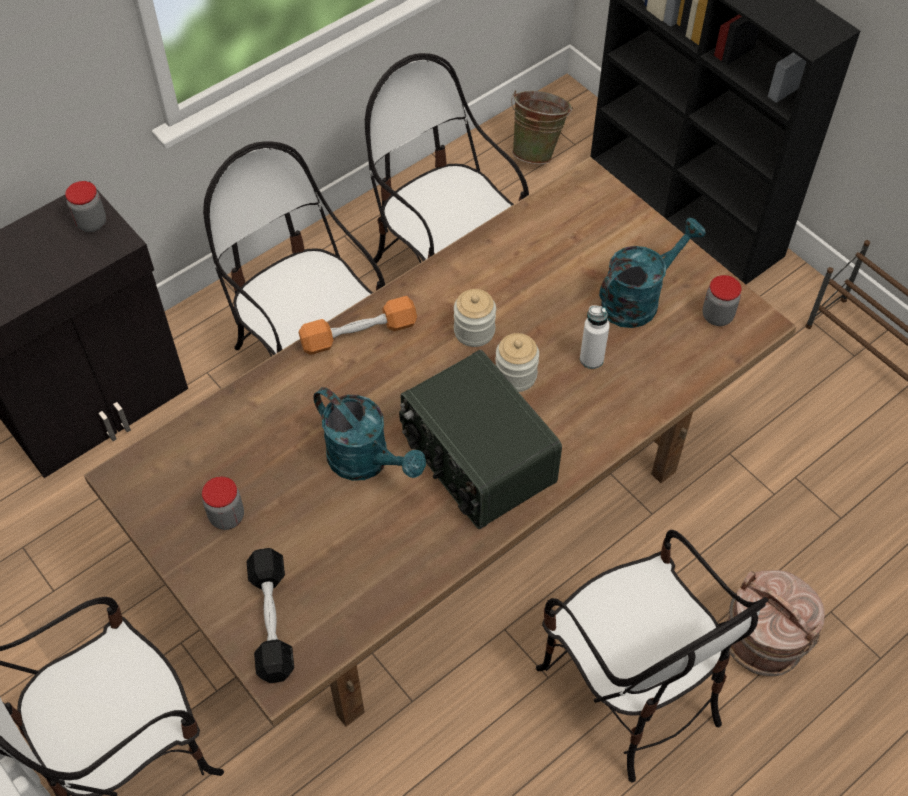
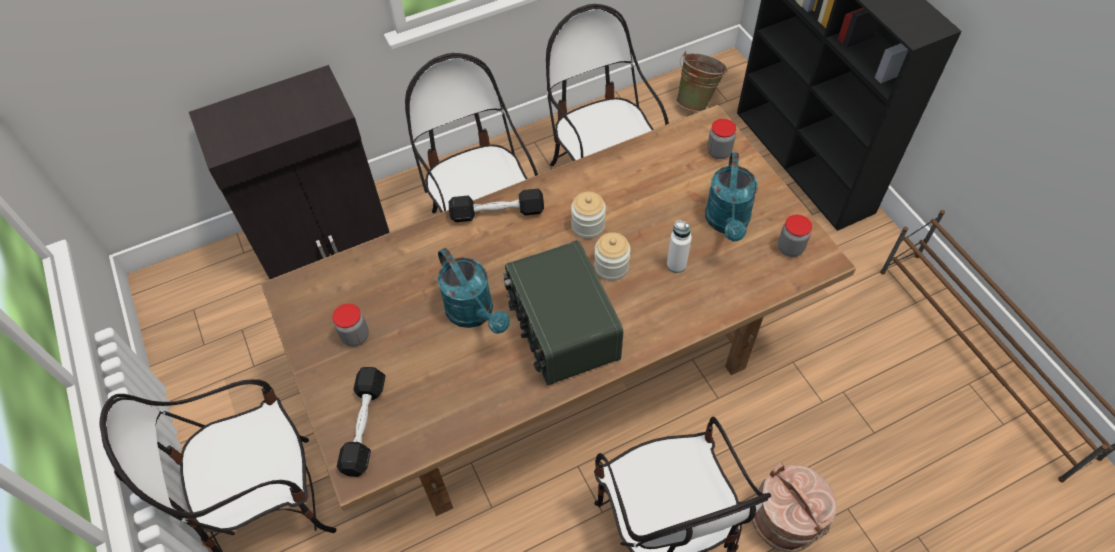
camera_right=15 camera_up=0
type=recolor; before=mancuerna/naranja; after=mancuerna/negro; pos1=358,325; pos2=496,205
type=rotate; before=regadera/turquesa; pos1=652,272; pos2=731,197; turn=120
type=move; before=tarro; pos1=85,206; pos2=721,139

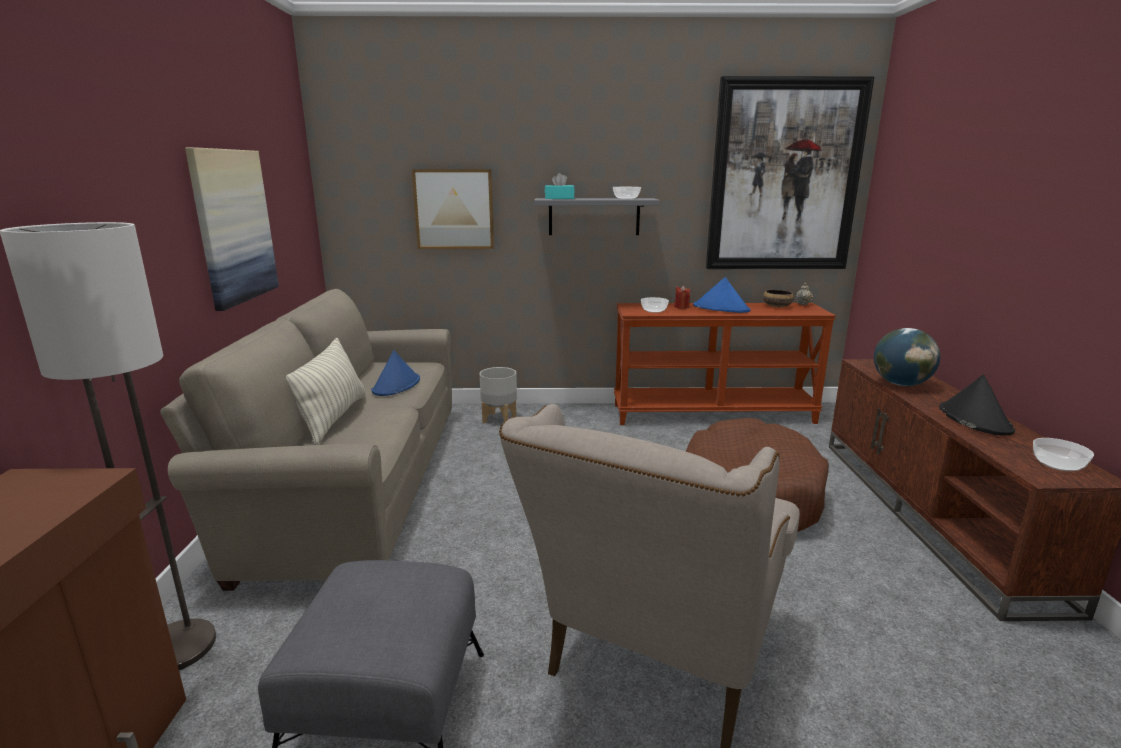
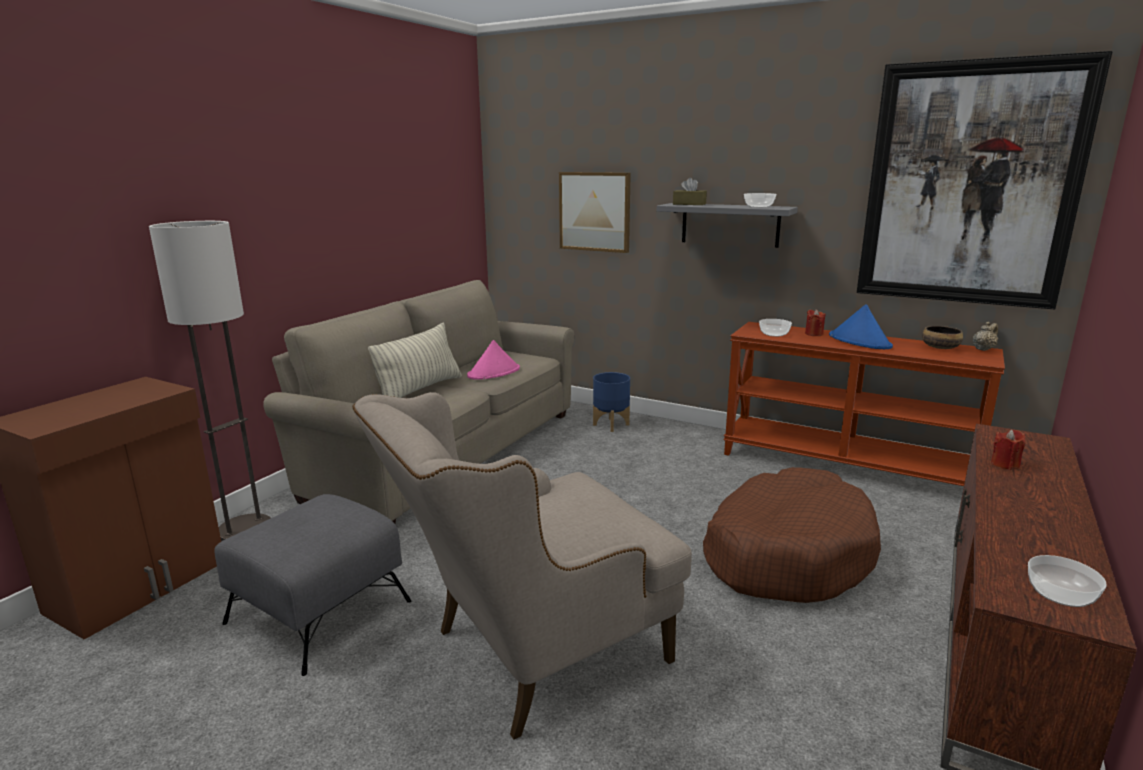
camera_right=30 camera_up=0
type=recolor; before=sombrero/azul; after=sombrero/rosa; pos1=395,373; pos2=493,360
type=recolor; before=maceta/gris; after=maceta/azul; pos1=498,395; pos2=611,402
type=recolor; before=caja de pañuelos/turquesa; after=caja de pañuelos/marrón; pos1=559,186; pos2=690,191
type=replace; before=globo terráqueo; after=vela/rojo; pos1=907,357; pos2=1008,449
type=delete; before=cuadro; pos1=232,229
type=delete; before=sombrero/negro; pos1=977,405

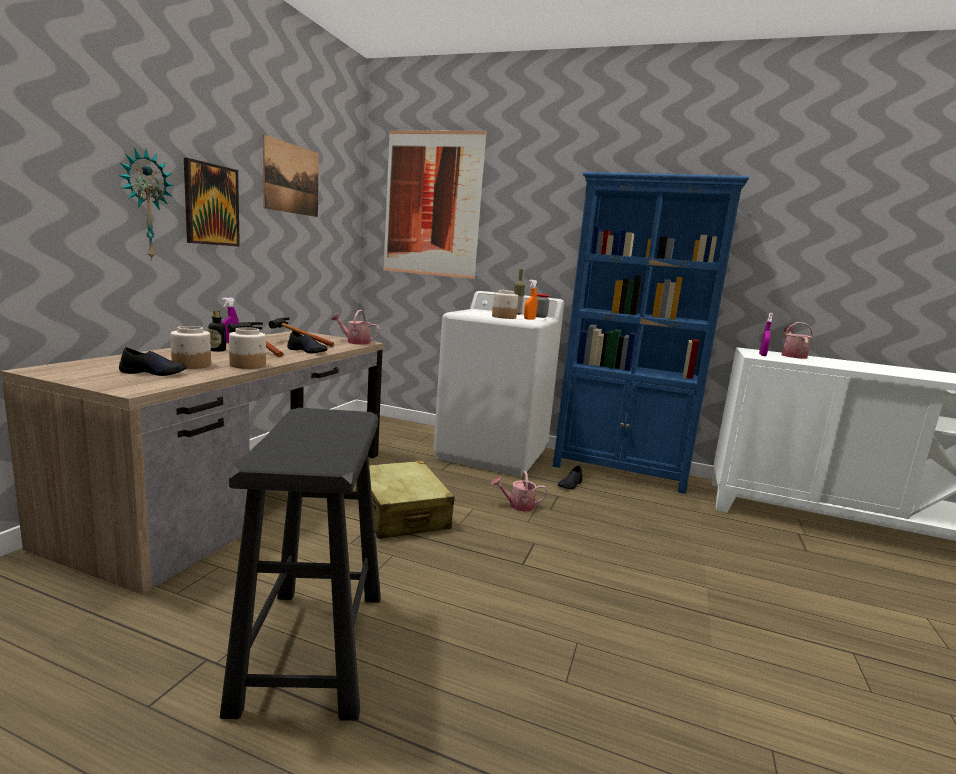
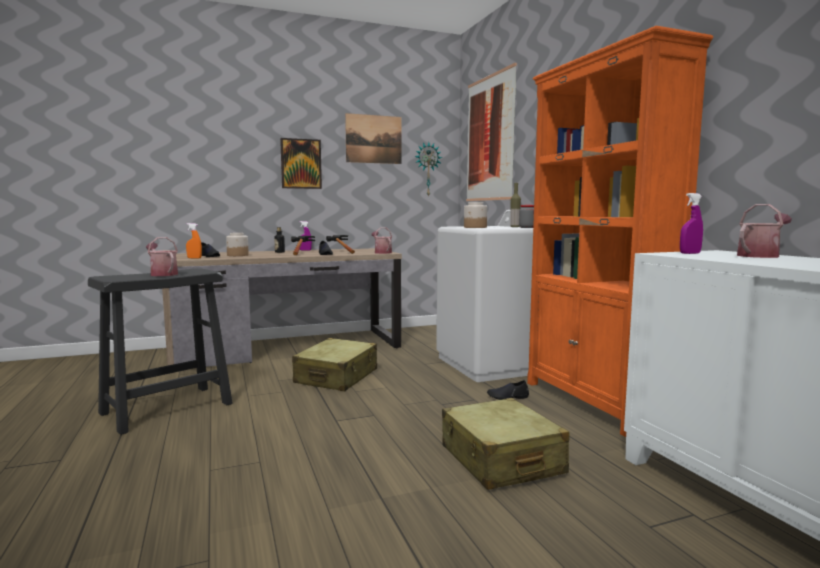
camera_right=50 camera_up=-5
type=move; before=regadera; pos1=519,491; pos2=162,256
type=move; before=pulverizador/naranja; pos1=530,300; pos2=194,240
type=move; before=reloj de pared; pos1=146,204; pos2=428,169
type=insert; after=maleta/beis; pos2=506,444
type=recolor; before=estantería/azul; after=estantería/naranja; pos1=651,333; pos2=620,231
type=delete; before=tarro; pos1=247,348

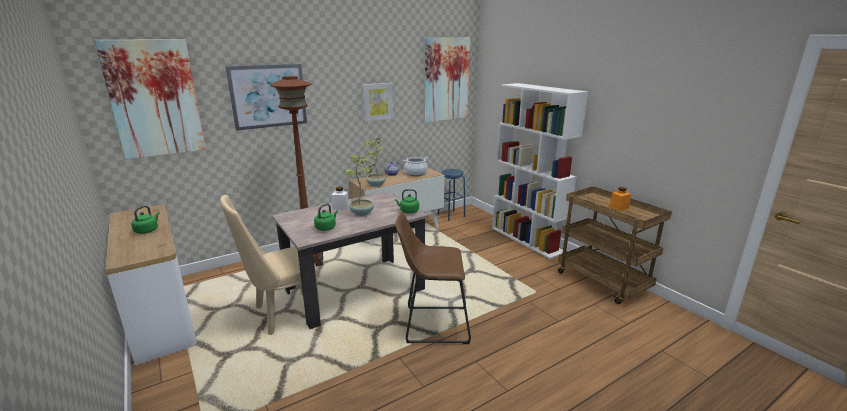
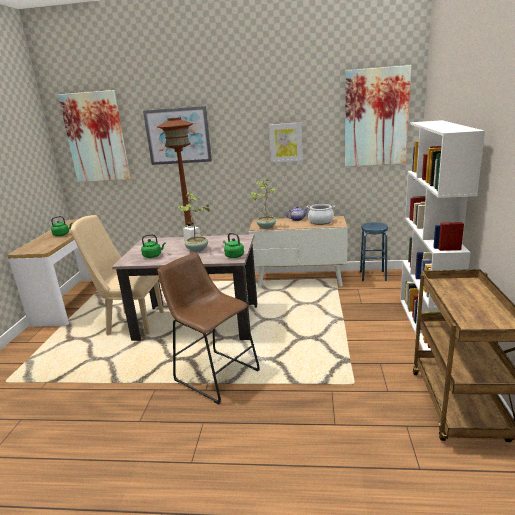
camera_right=40 camera_up=0
type=delete; before=tarro/naranja; pos1=620,199

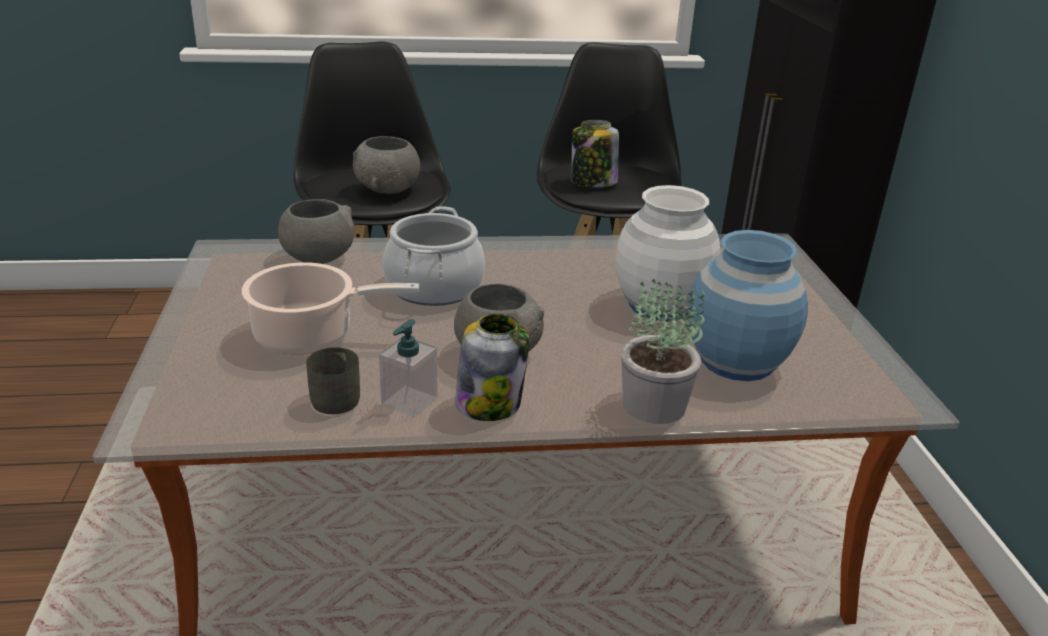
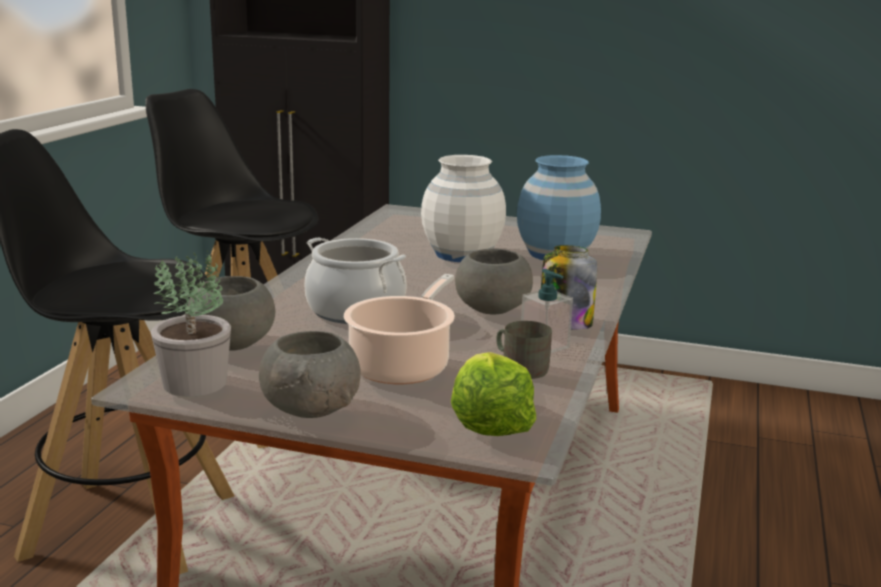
camera_right=-65 camera_up=-10
type=move; before=planta en maceta; pos1=663,351; pos2=191,324
type=move; before=cuenco/gris; pos1=386,165; pos2=310,374
type=insert; after=lechuga; pos2=493,394
type=delete; before=tarro; pos1=595,153

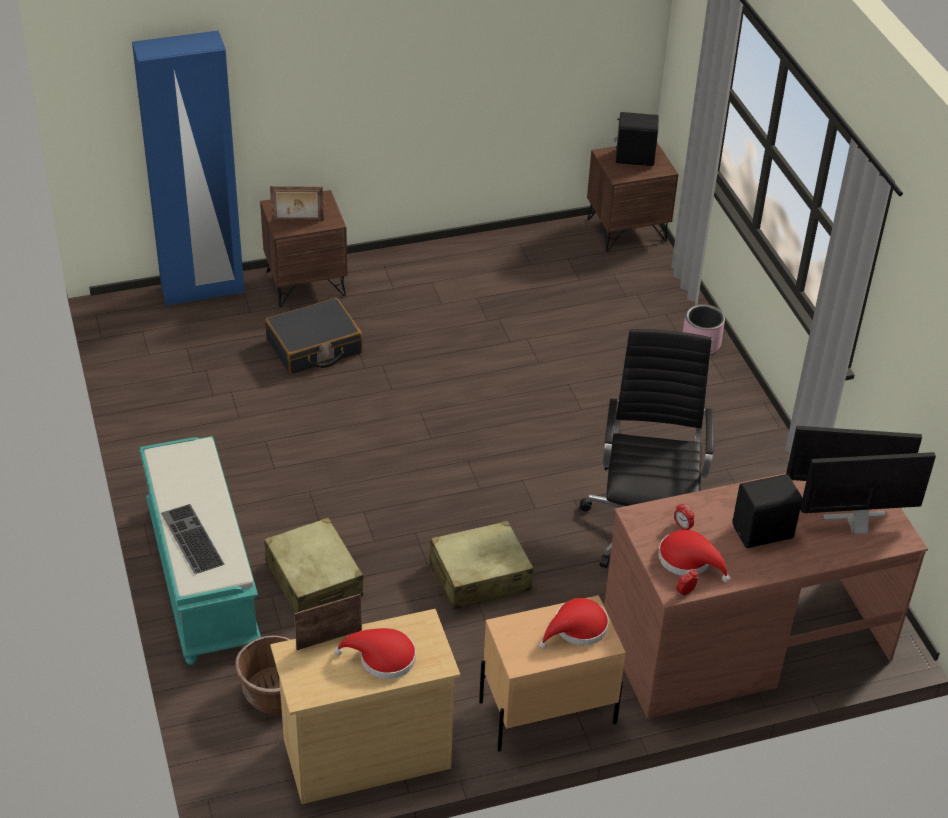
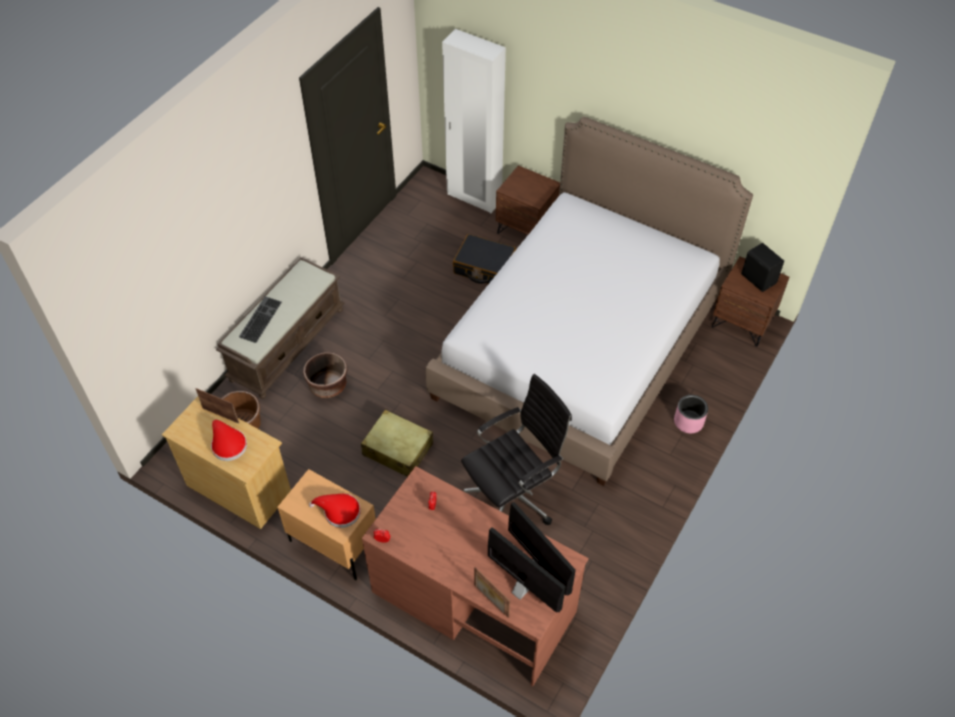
camera_right=50 camera_up=10
type=recolor; before=banco/turquesa; after=banco/marrón; pos1=200,550; pos2=280,328
type=replace; before=maleta/beis; after=maceta/marrón; pos1=313,565; pos2=325,375
type=insert; after=cama; pos2=589,301
type=recolor; before=armario ropero/azul; after=armario ropero/blanco; pos1=188,168; pos2=474,121
type=move; before=portarretratos; pos1=297,203; pos2=492,592
type=delete; before=sombrero/rojo; pos1=694,556
type=delete; before=altavoz/negro; pos1=767,511

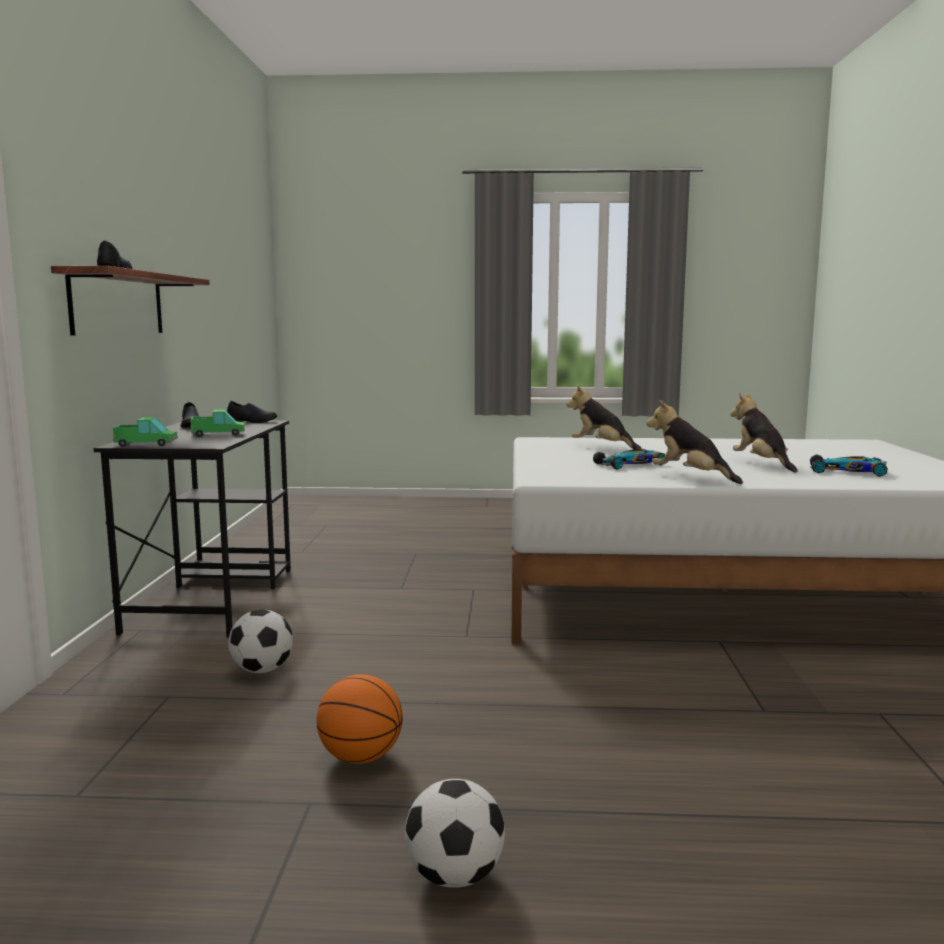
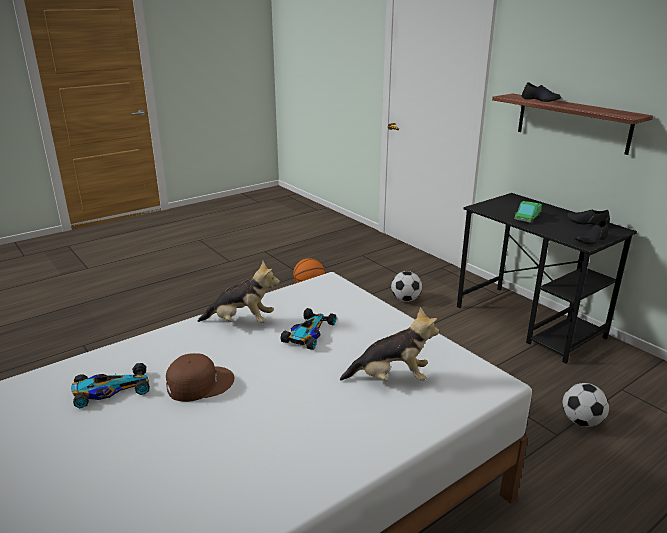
camera_right=140 camera_up=15
type=replace; before=peluche; after=gorra/marrón; pos1=763,432; pos2=200,377
type=move; before=balón de fútbol; pos1=455,833; pos2=585,405
type=delete; before=camión de juguete; pos1=145,432

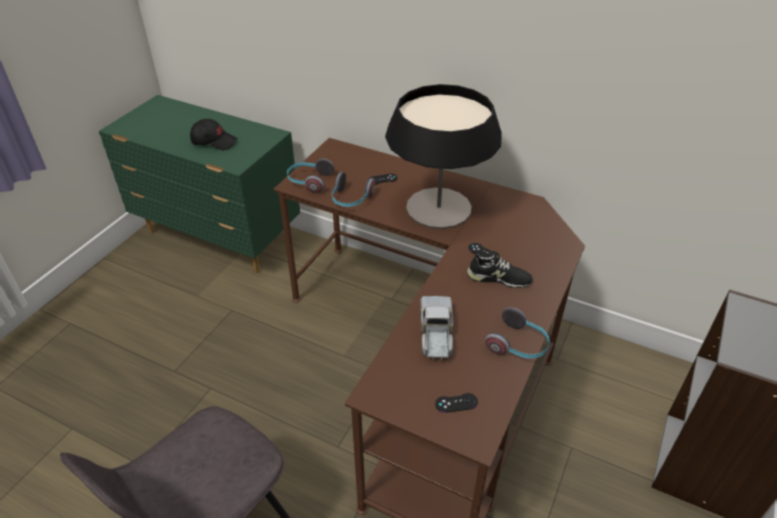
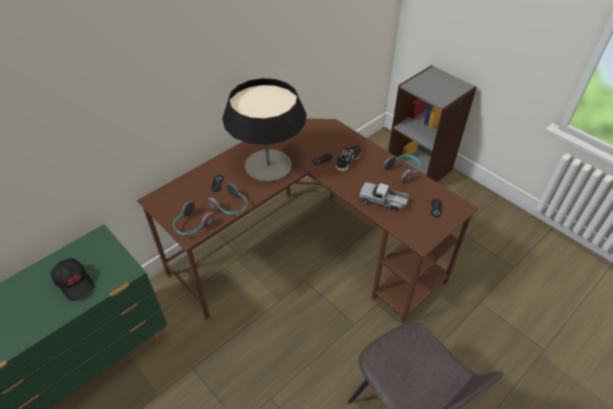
camera_right=-70 camera_up=5
type=rotate; before=gorra/negro; pos1=213,134; pos2=72,279; turn=105

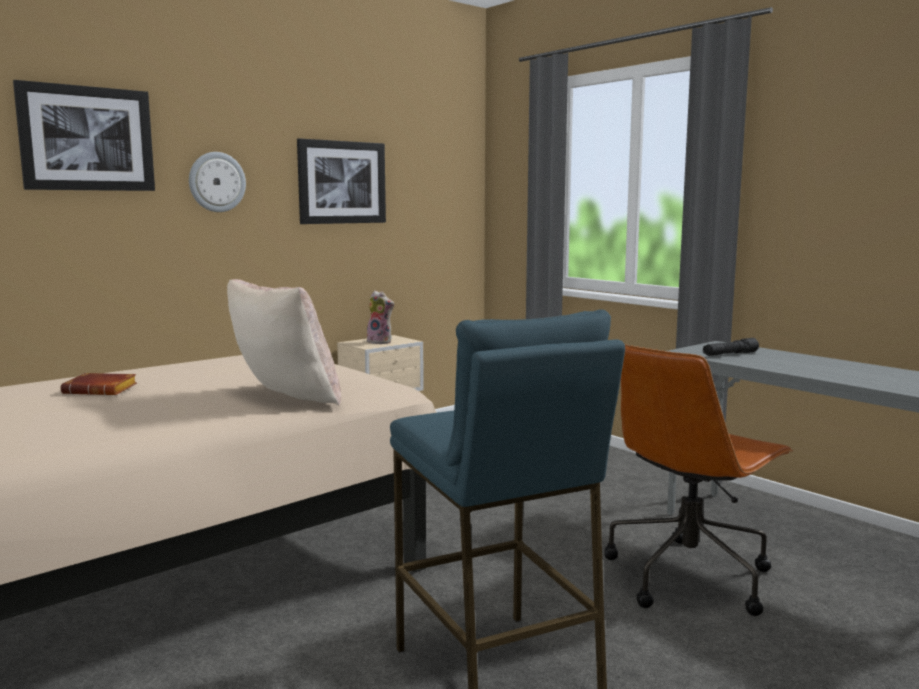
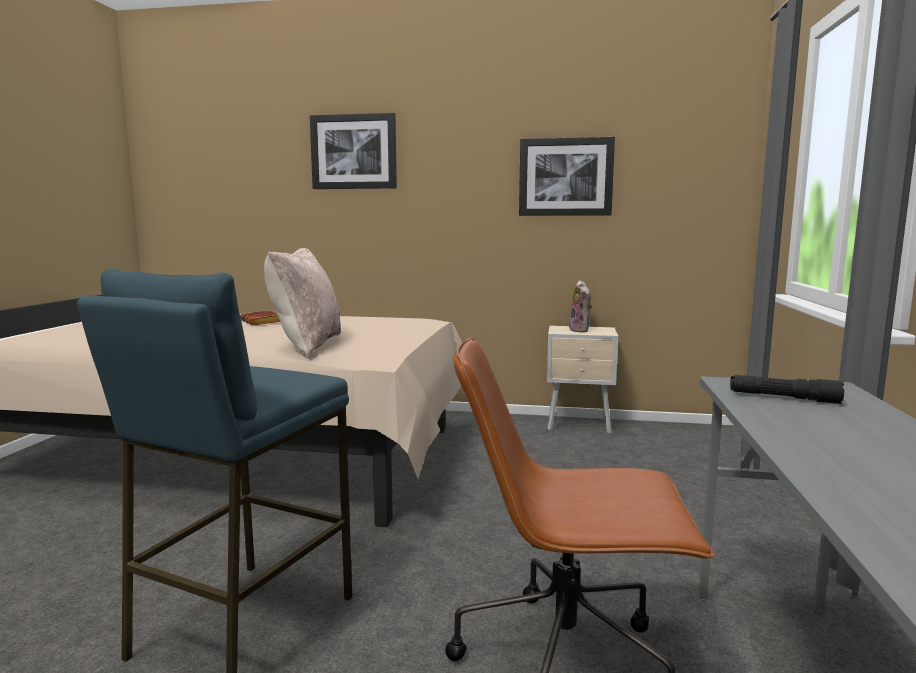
camera_right=50 camera_up=0
type=delete; before=reloj de pared; pos1=217,182

